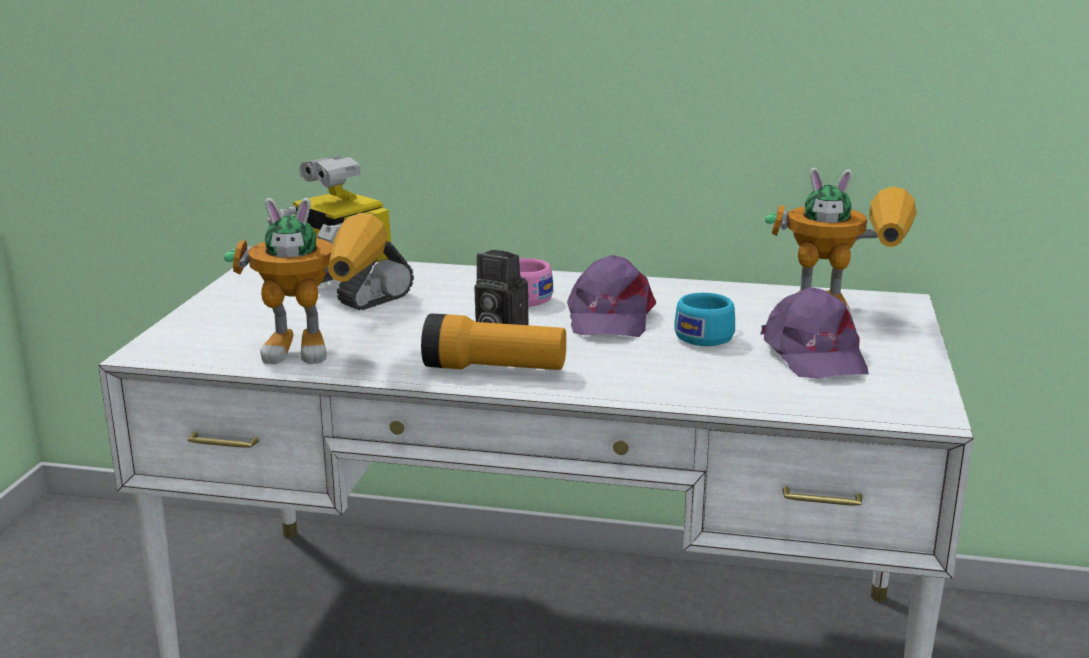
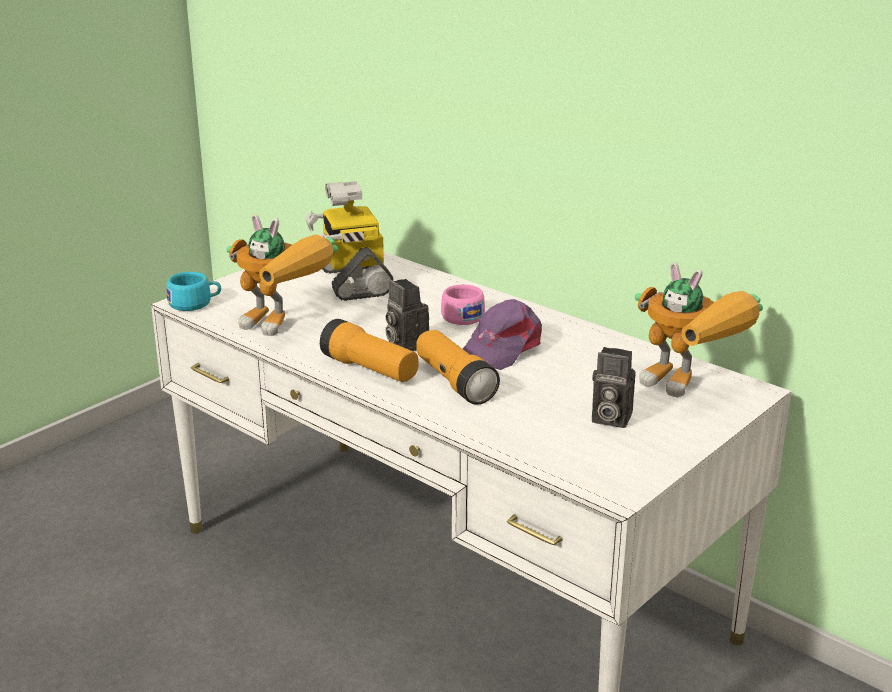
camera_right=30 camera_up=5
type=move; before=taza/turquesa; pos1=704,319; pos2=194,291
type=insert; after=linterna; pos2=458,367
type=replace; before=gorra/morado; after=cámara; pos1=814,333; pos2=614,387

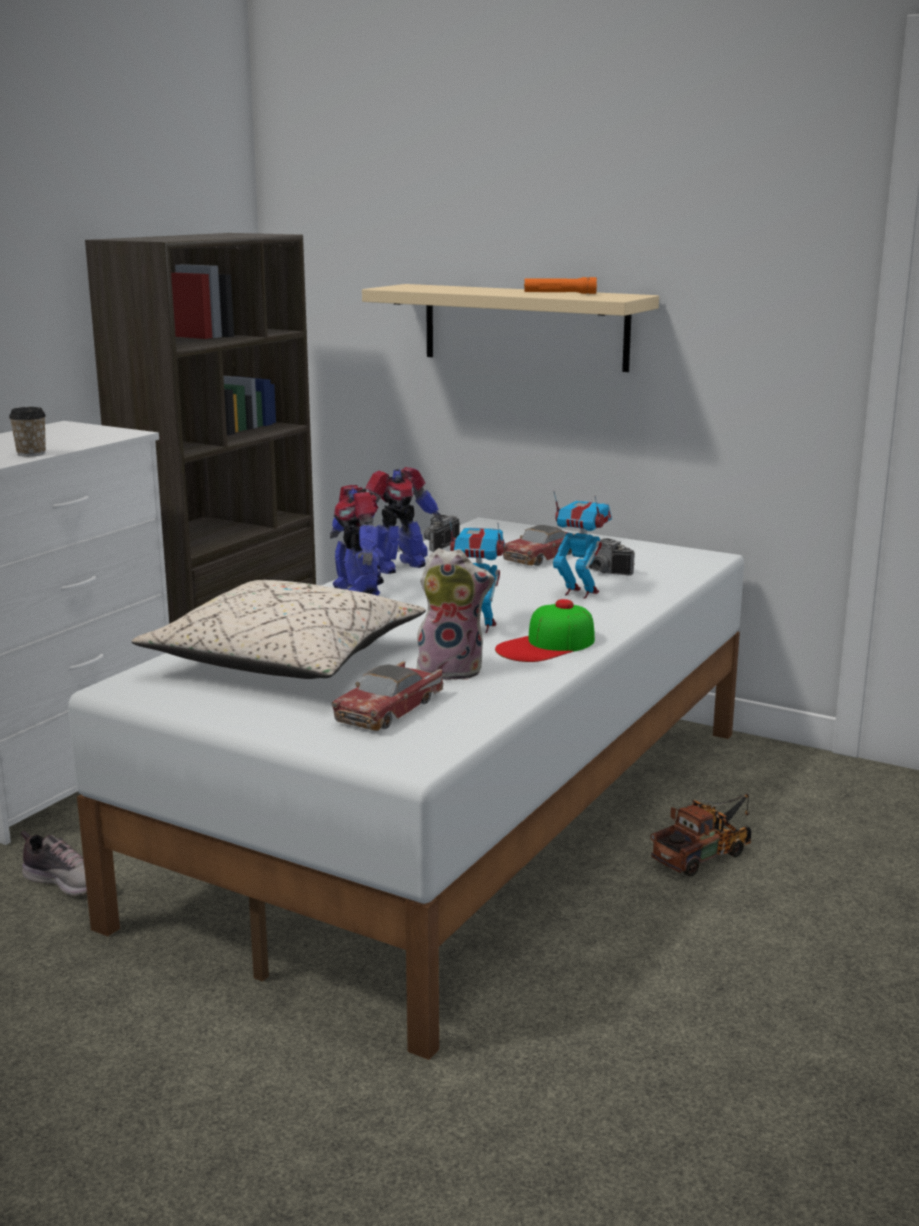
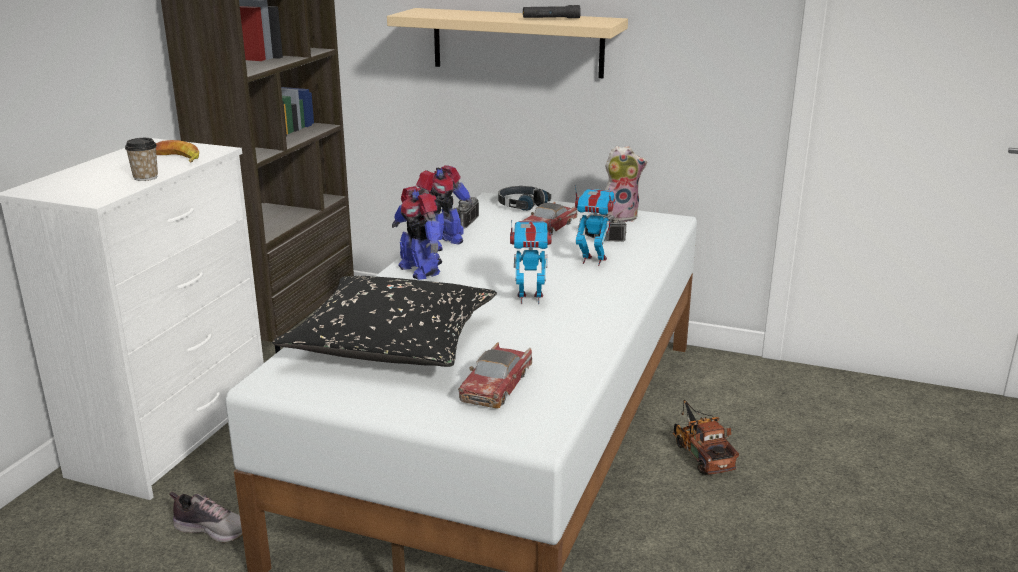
camera_right=-10 camera_up=5
type=insert; after=plátano; pos2=177,151
type=recolor; before=cojín/beis; after=cojín/negro; pos1=278,629; pos2=384,321
type=insert; after=auriculares/negro; pos2=524,198
type=recolor; before=linterna/naranja; after=linterna/negro; pos1=560,285; pos2=552,11
type=move; before=peluche; pos1=455,614; pos2=626,184
type=rotate; before=camión de juguete; pos1=700,834; pos2=706,437; turn=-60
type=delete; before=gorra; pos1=545,630

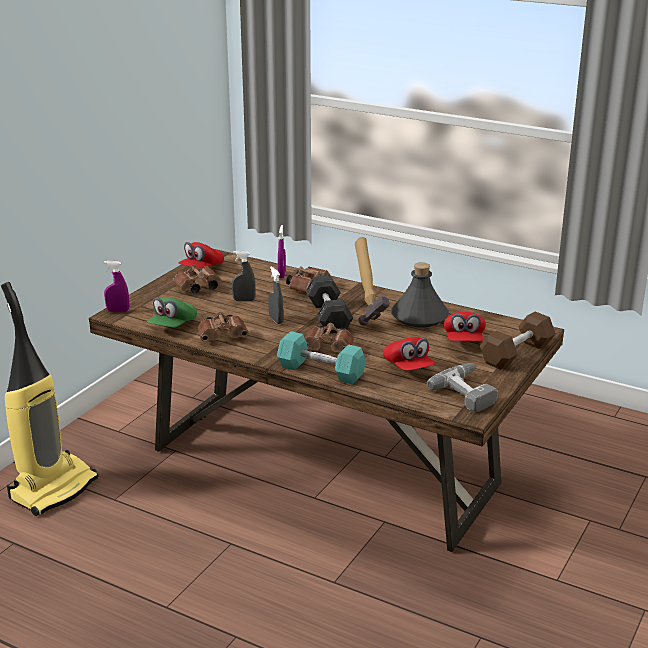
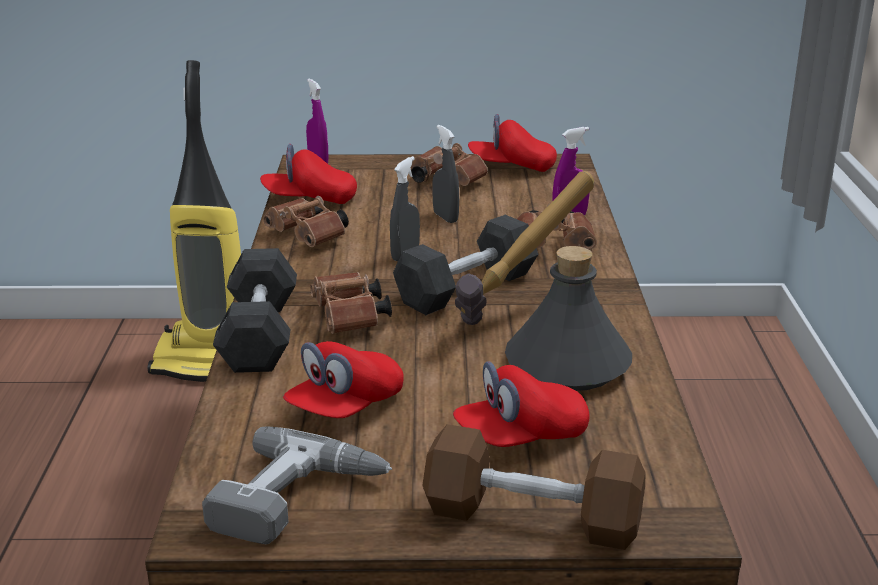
camera_right=60 camera_up=0
type=recolor; before=mancuerna/turquesa; after=mancuerna/gris; pos1=321,358; pos2=255,310
type=recolor; before=gorra/verde; after=gorra/rojo; pos1=172,312; pos2=308,174

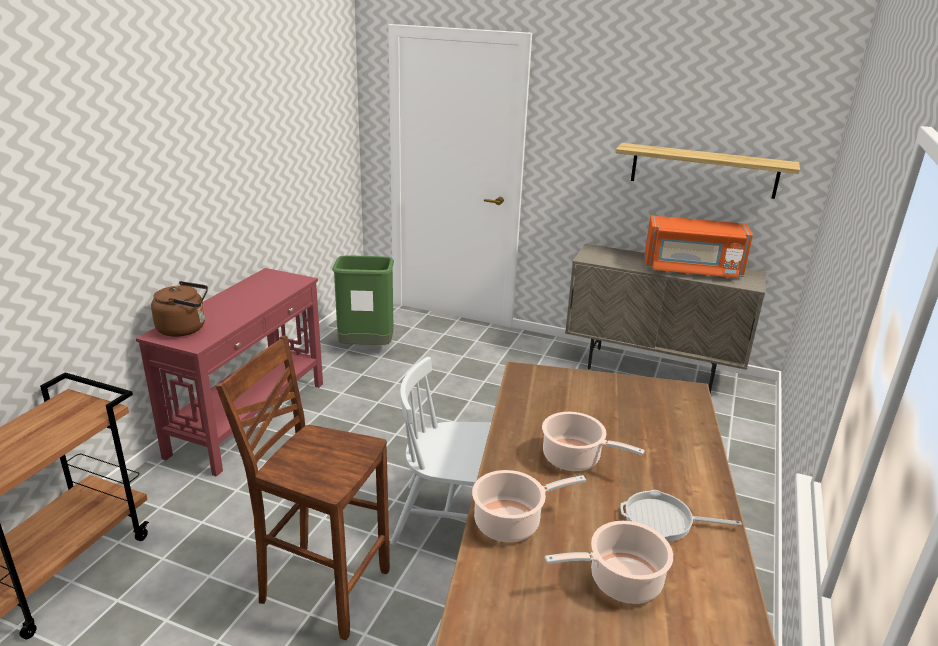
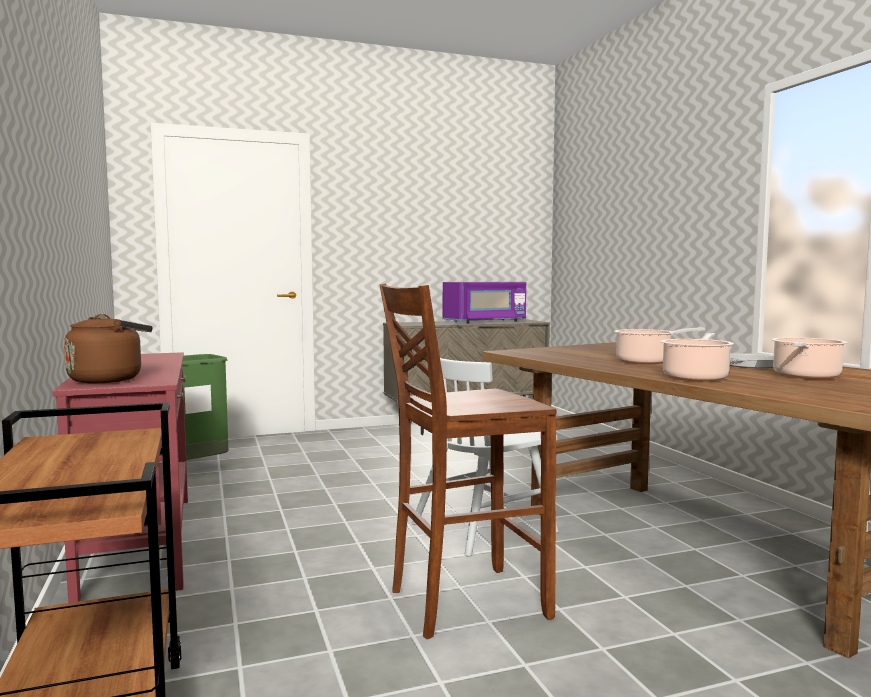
camera_right=-40 camera_up=-20
type=recolor; before=microondas/naranja; after=microondas/morado; pos1=699,246; pos2=485,303
type=delete; before=estante; pos1=707,171

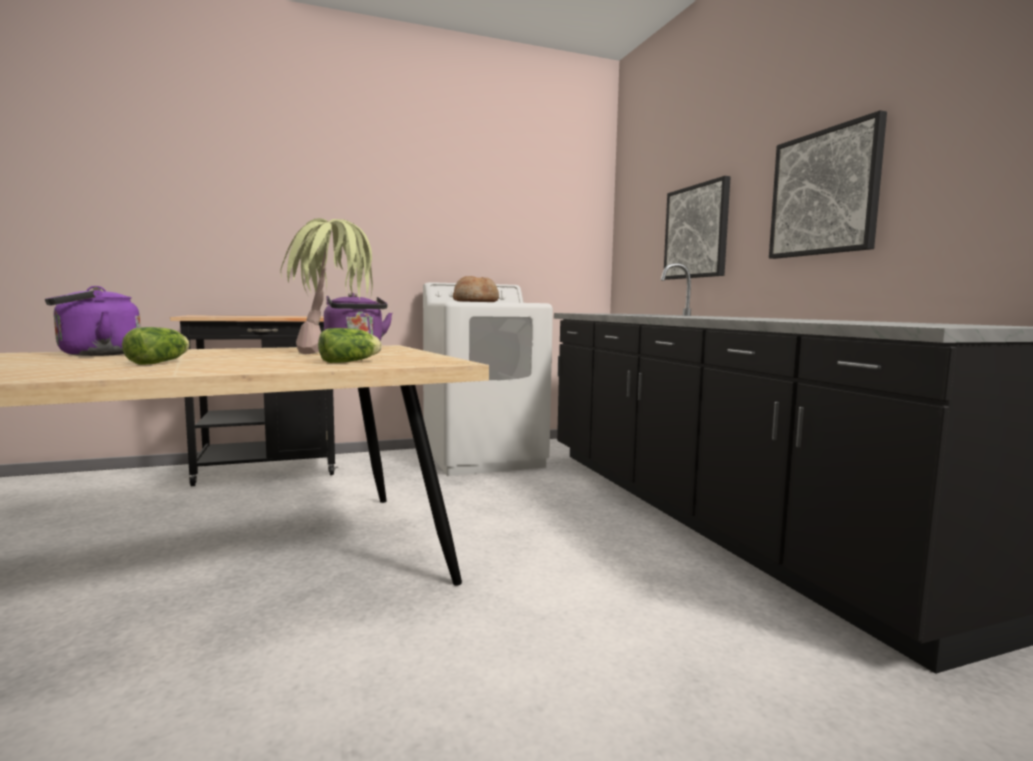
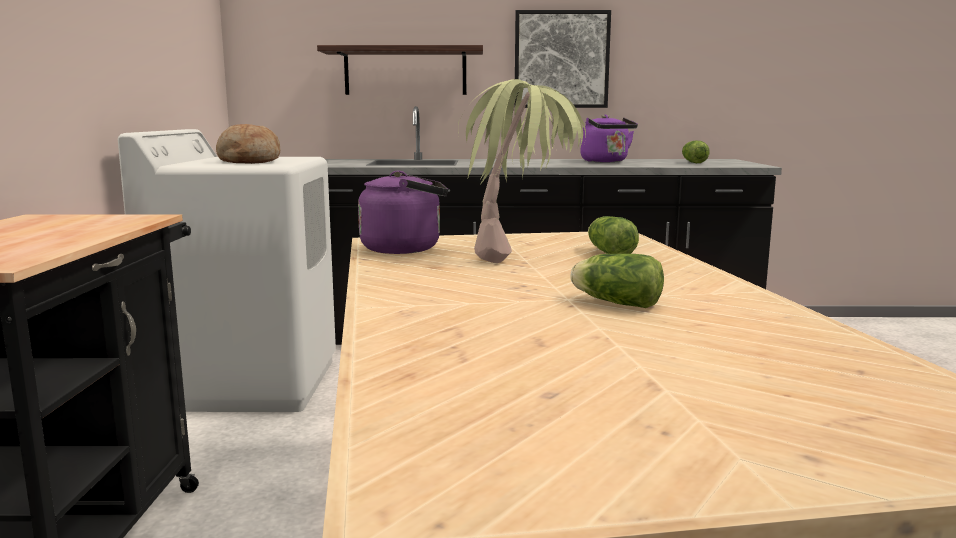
camera_right=-70 camera_up=5
type=replace; before=cuadro; after=estante; pos1=697,228; pos2=400,70
type=move; before=hervidor/morado; pos1=93,321; pos2=609,138
type=insert; after=lechuga; pos2=696,151

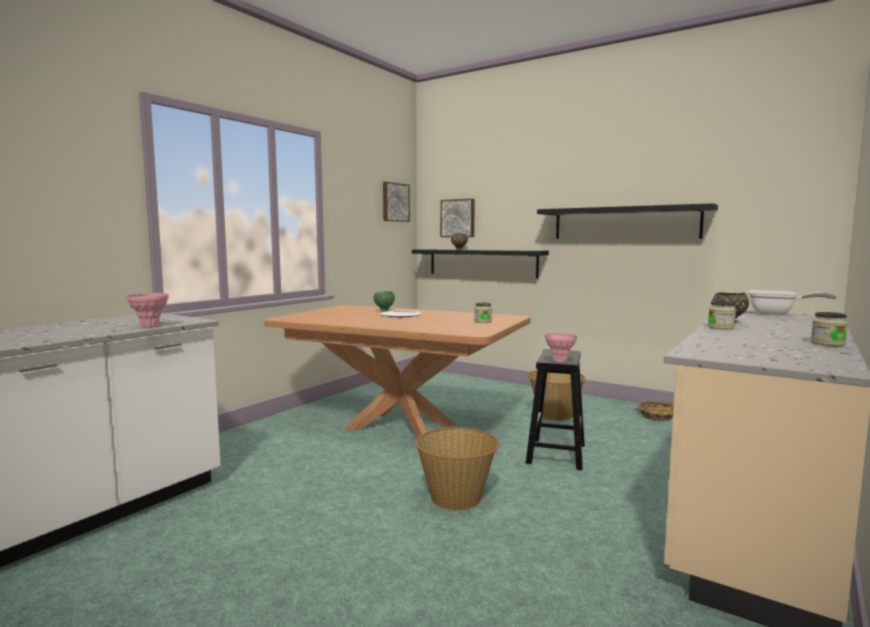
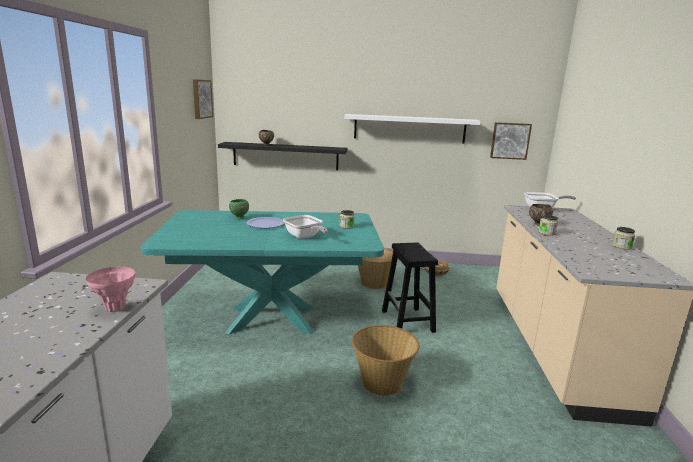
camera_right=-30 camera_up=10
type=recolor; before=mesa de comedor/marrón; after=mesa de comedor/turquesa; pos1=398,371; pos2=262,272
type=insert; after=sartén; pos2=305,227
type=recolor; before=estante/negro; after=estante/blanco; pos1=627,221; pos2=412,128
type=move; before=cuadro; pos1=457,218; pos2=511,141
type=delete; before=florero/rosa; pos1=561,348

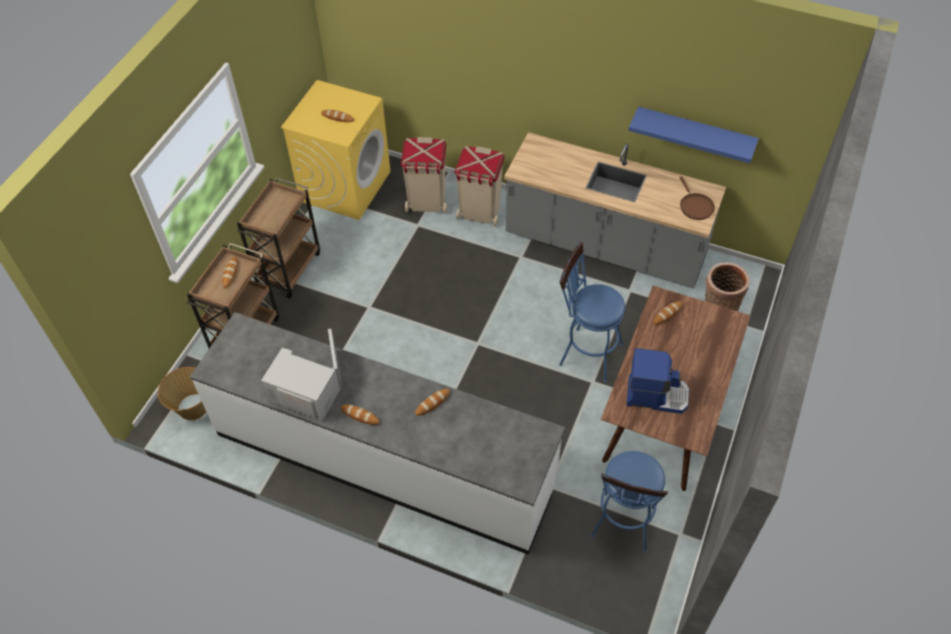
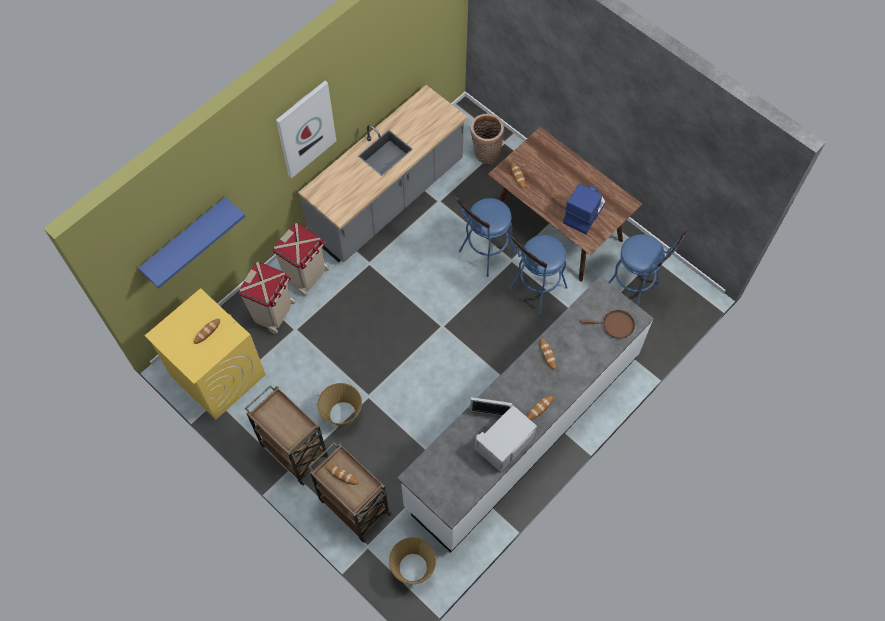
camera_right=-70 camera_up=10
type=move; before=estante/azul; pos1=693,135; pos2=192,242
type=insert; after=cuadro; pos2=306,129
type=insert; after=cesta; pos2=340,404
type=insert; after=taburete/azul; pos2=538,274
type=move; before=sartén/marrón; pos1=697,198; pos2=607,324

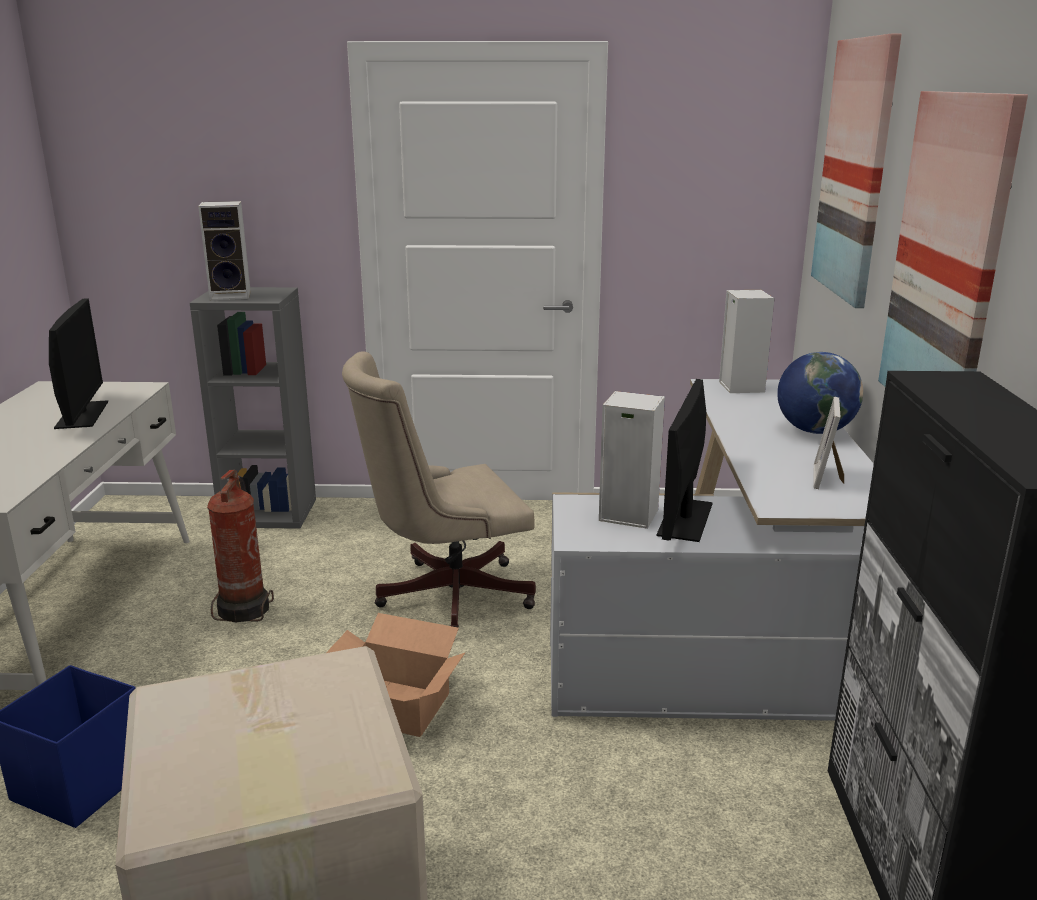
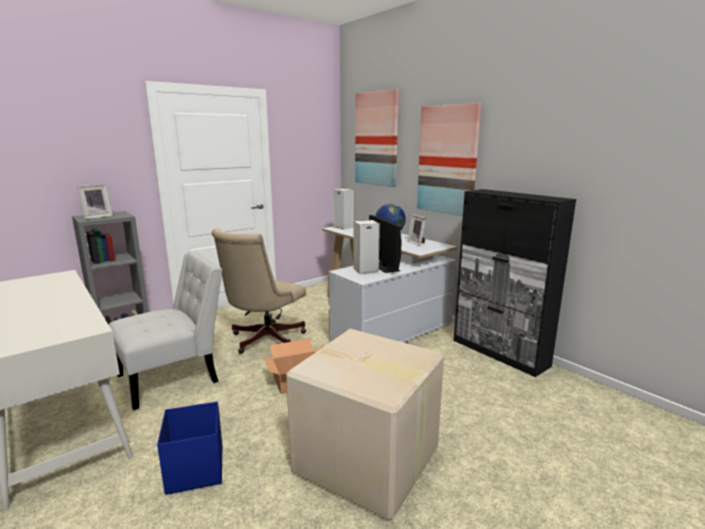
camera_right=-40 camera_up=-5
type=replace; before=altavoz; after=portarretratos; pos1=224,250; pos2=95,202
type=replace; before=extintor; after=silla/blanco; pos1=240,546; pos2=165,331
type=delete; before=monitor; pos1=78,363

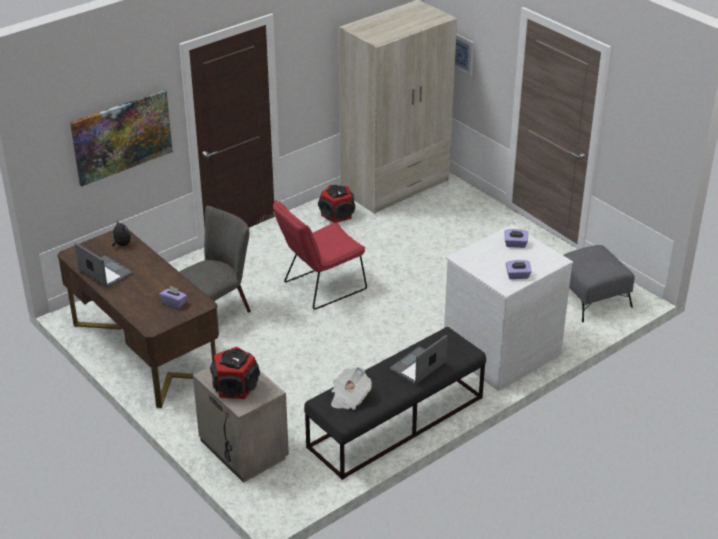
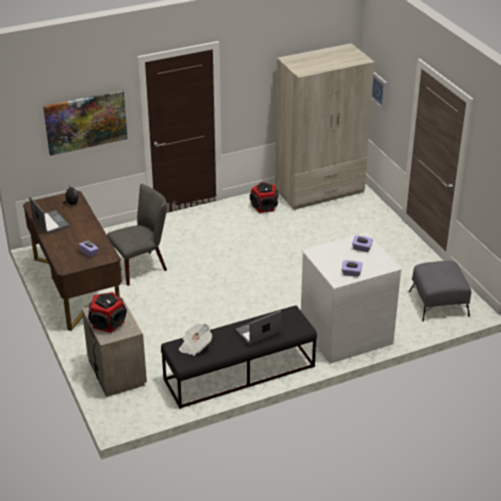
camera_right=15 camera_up=0
type=delete; before=silla/rojo; pos1=320,255

